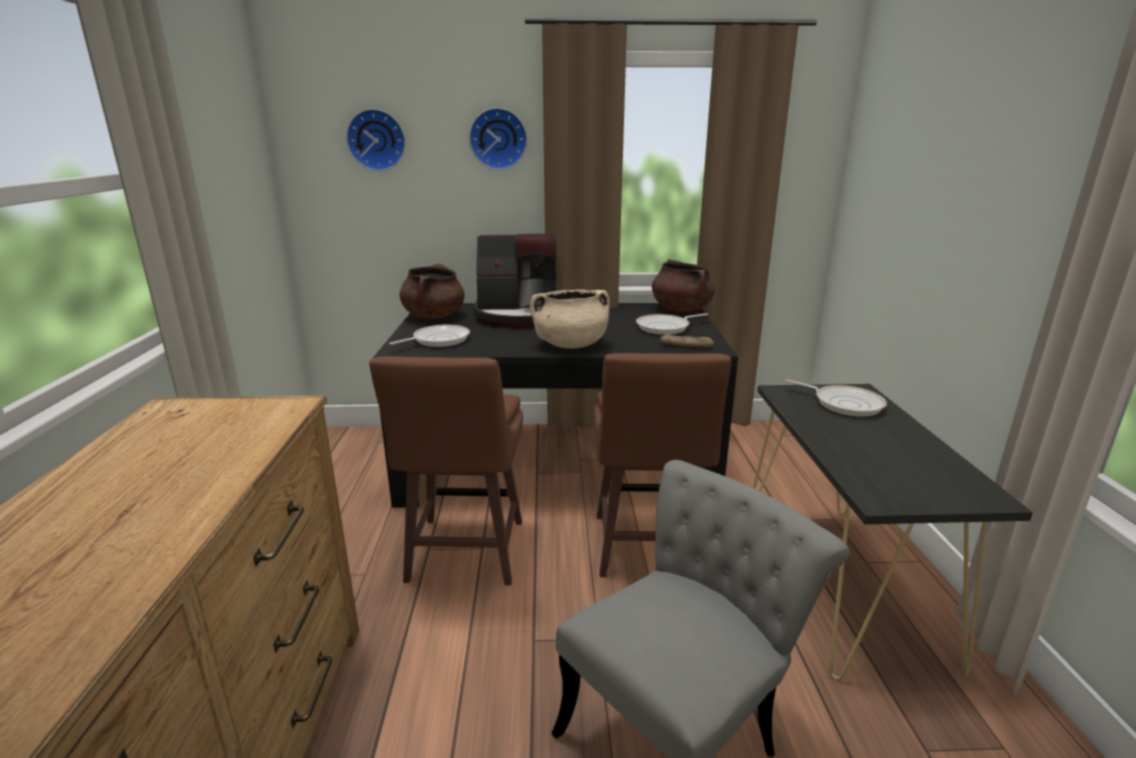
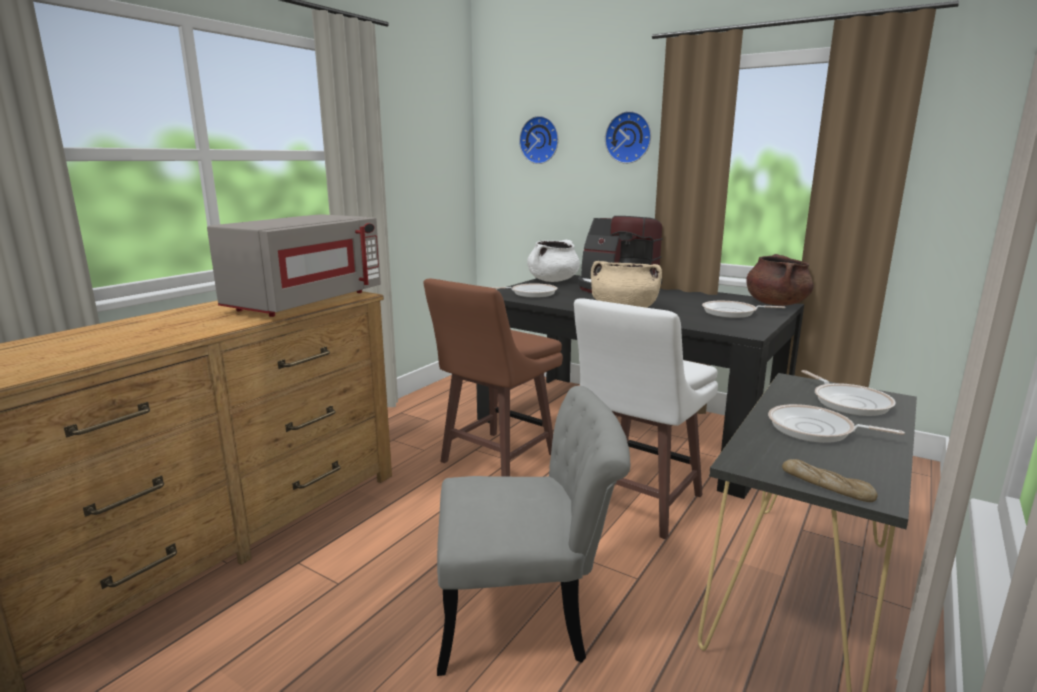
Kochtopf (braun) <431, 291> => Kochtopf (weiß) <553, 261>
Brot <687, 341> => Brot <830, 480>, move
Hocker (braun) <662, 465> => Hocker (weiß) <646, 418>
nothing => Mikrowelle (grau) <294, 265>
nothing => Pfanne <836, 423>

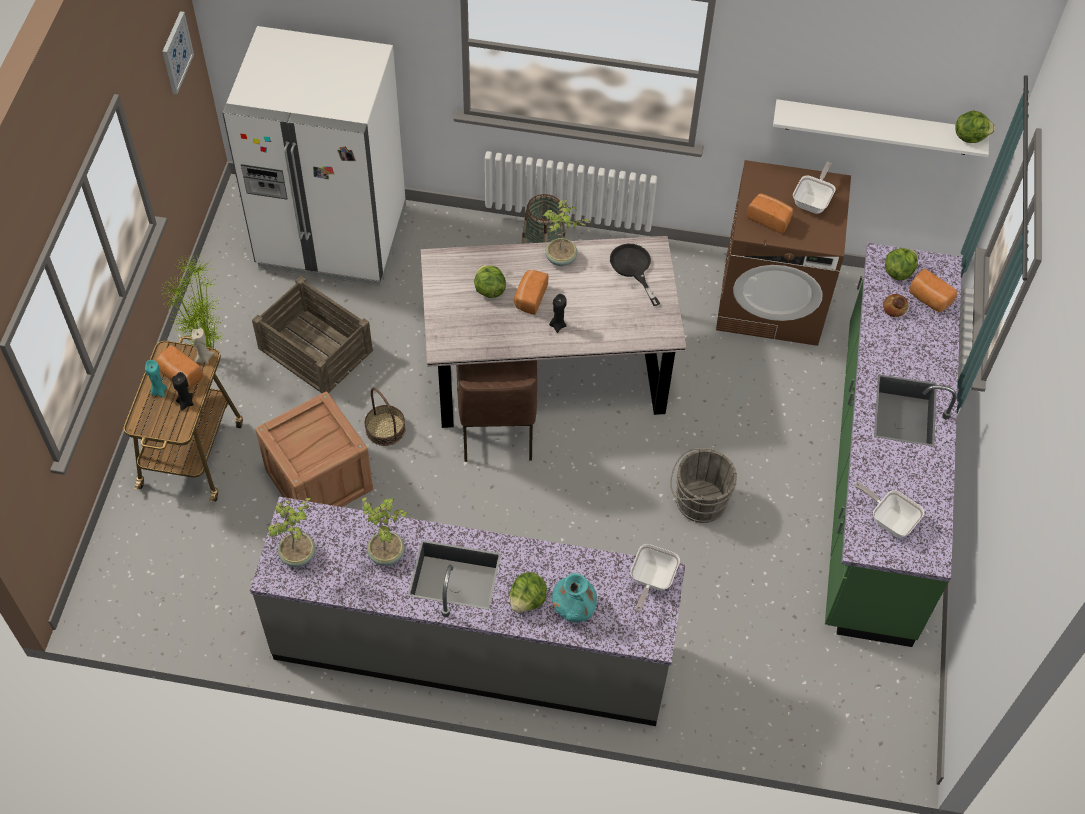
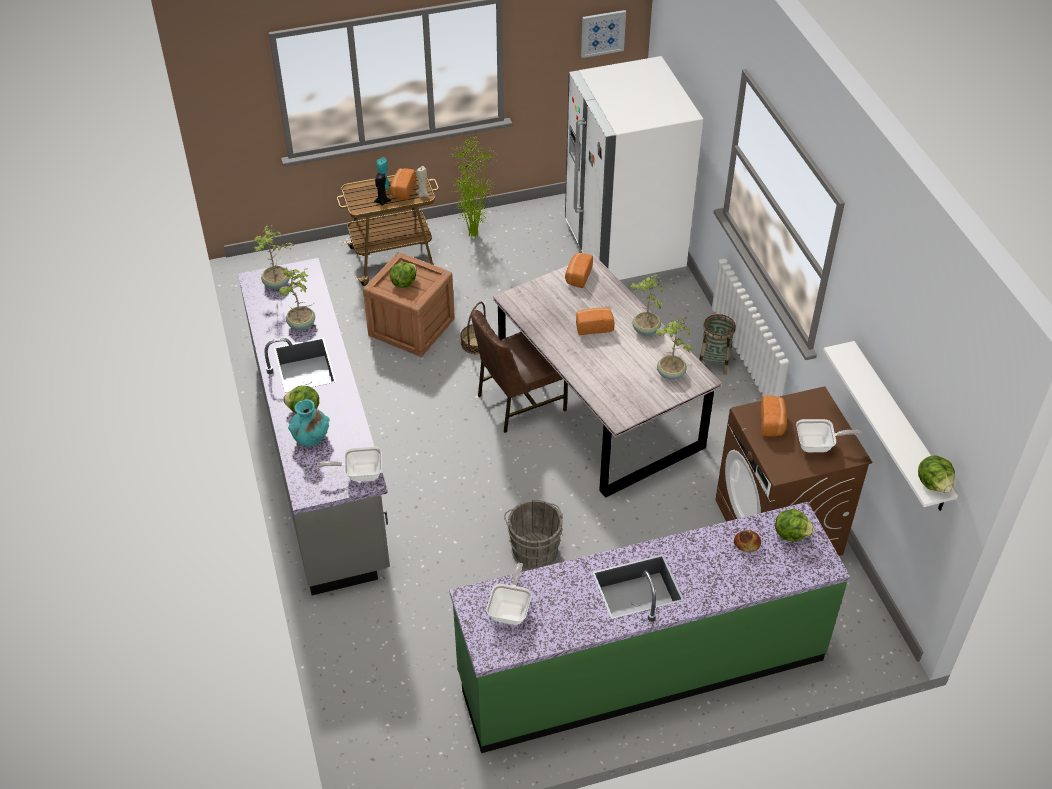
Pfanne (schwarz) <635, 275> => Topfpflanze <673, 348>
Salatkopf <490, 281> => Salatkopf <403, 275>, move
Brot <933, 290> => Brot <579, 270>, move
Kiste <312, 334> => nothing
Kerze (schwarz) <558, 313> => nothing

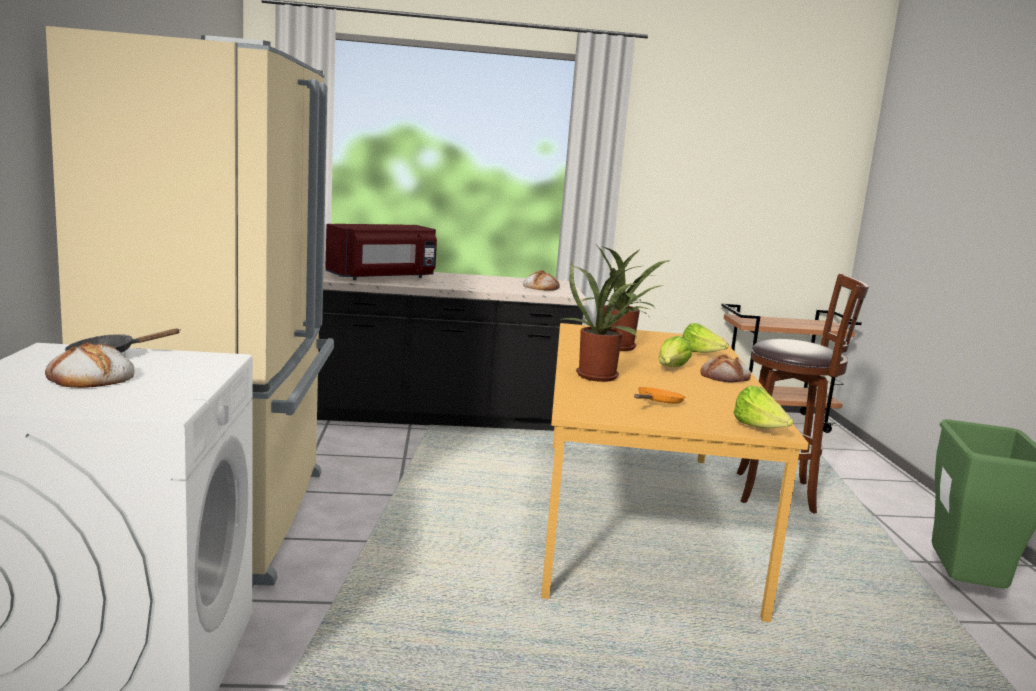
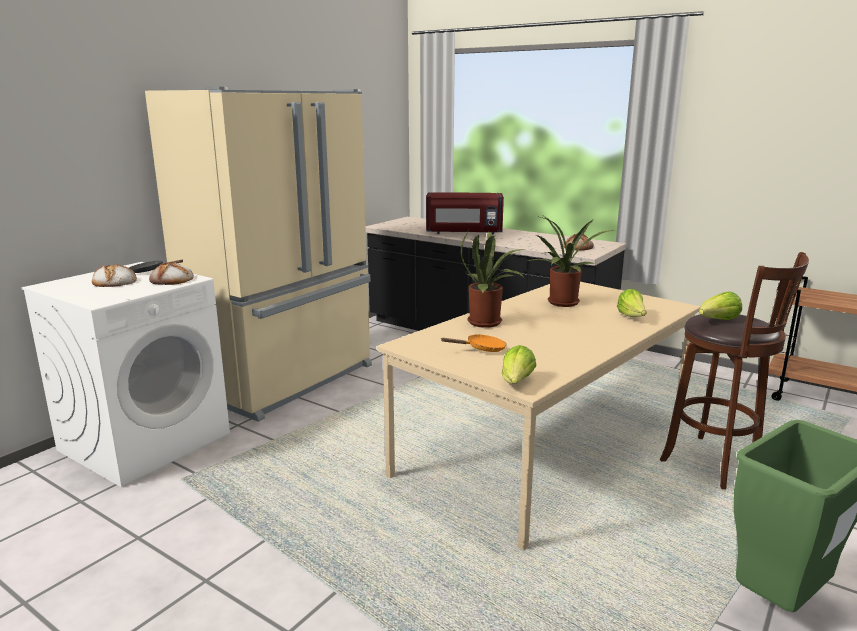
Esstisch (orange) <675, 472> => Esstisch (beige) <539, 416>
Salatkopf <675, 351> => Salatkopf <720, 305>, move
Brot <725, 368> => Brot <171, 273>, move

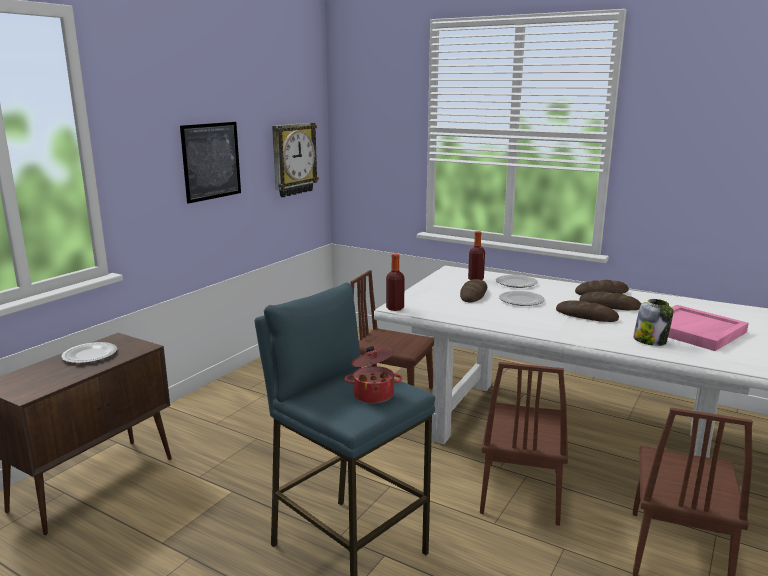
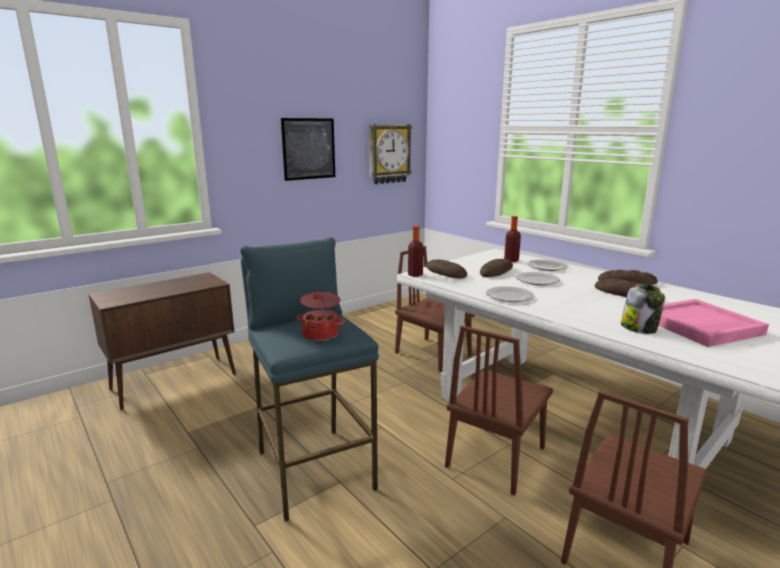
Brot <587, 311> => Brot <446, 269>, move
Teller <89, 352> => Teller <510, 294>, move

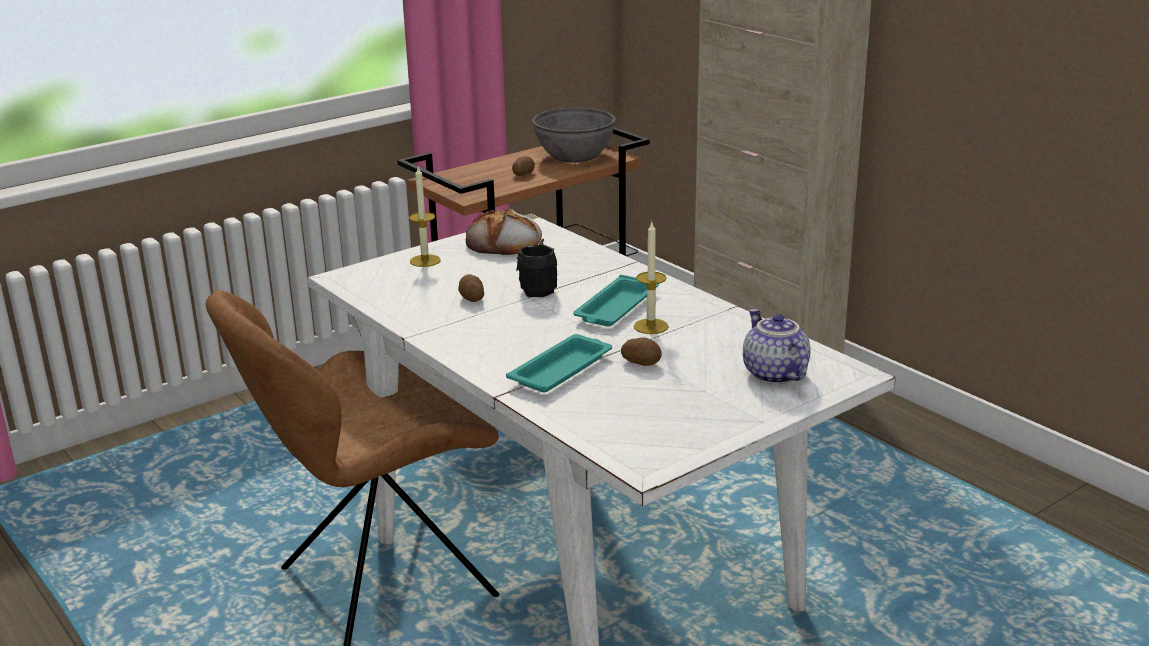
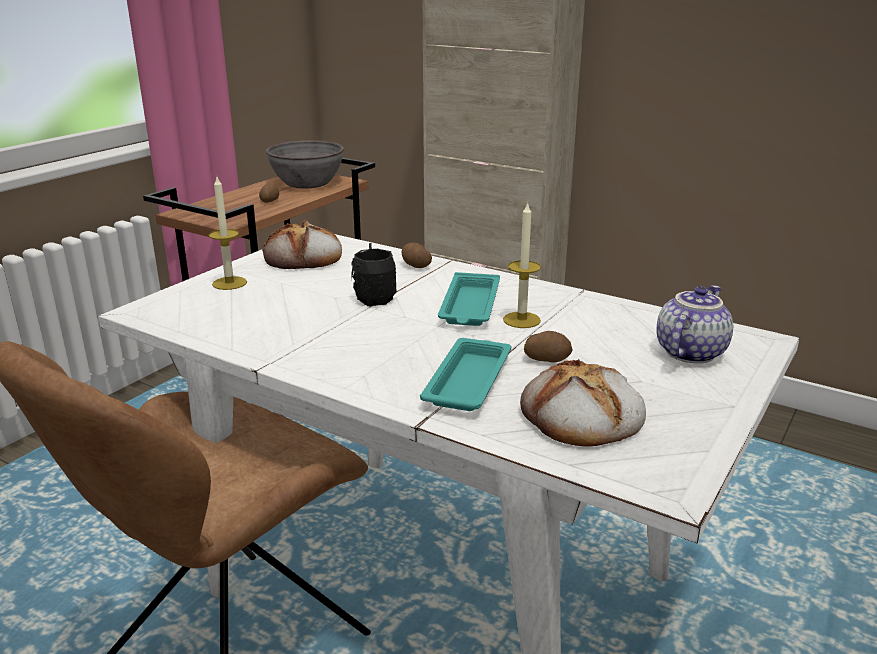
Kartoffel <471, 288> => Kartoffel <417, 255>, move
Teekanne <777, 346> => Teekanne <695, 324>, 75 degrees clockwise
nothing => Brot <583, 403>

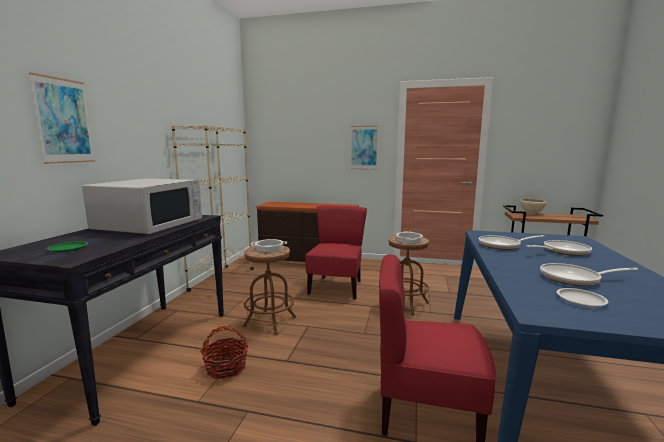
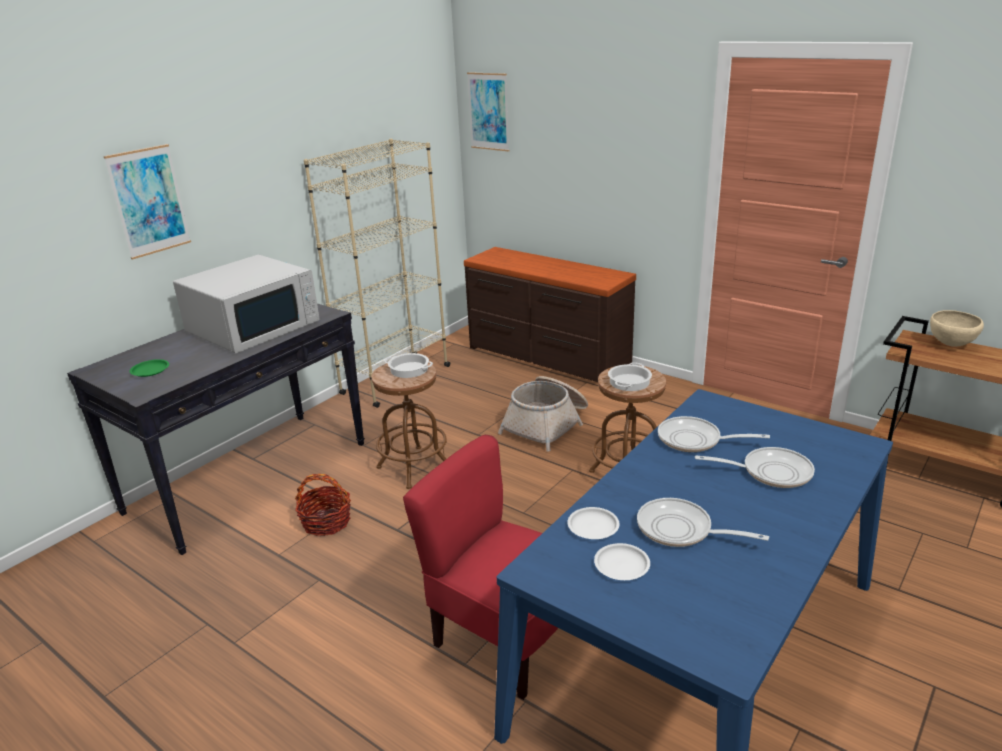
Bild <364, 148> => Bild <488, 111>, move
Stuhl (rot) <336, 253> => Korb <543, 413>
nothing => Teller (weiß) <593, 523>

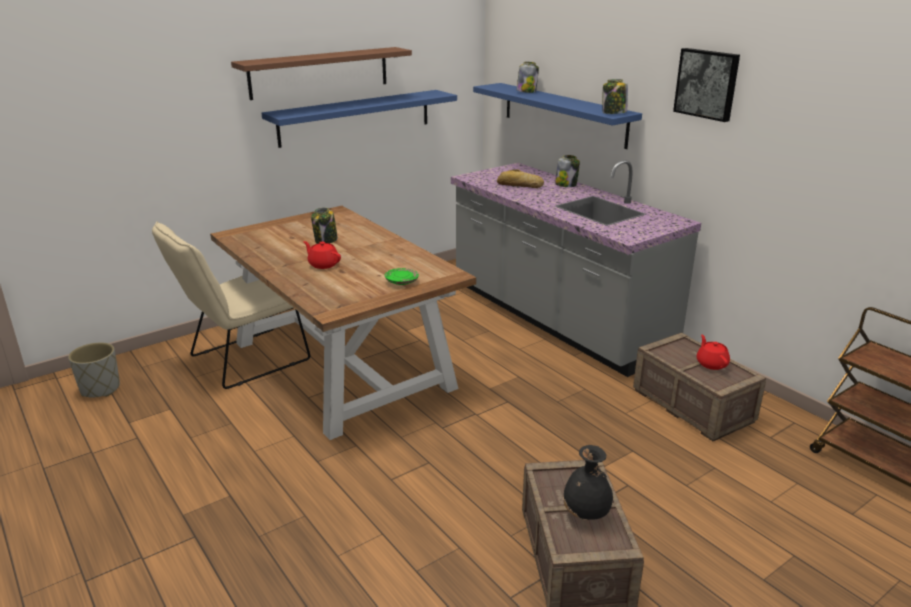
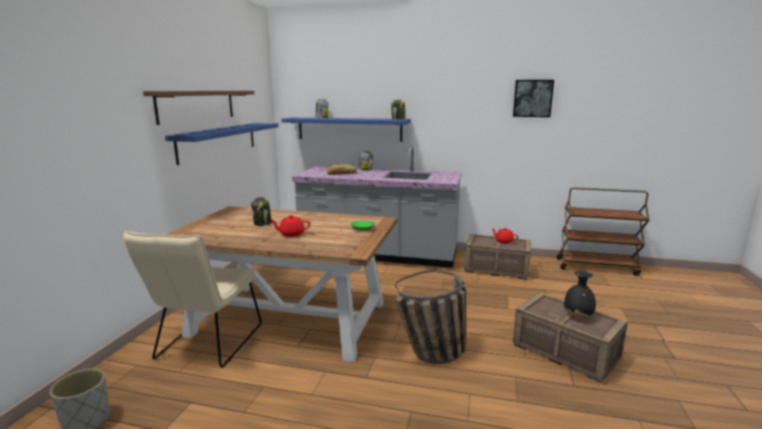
Bild <706, 85> => Bild <533, 98>, move
nothing => Korb <430, 316>

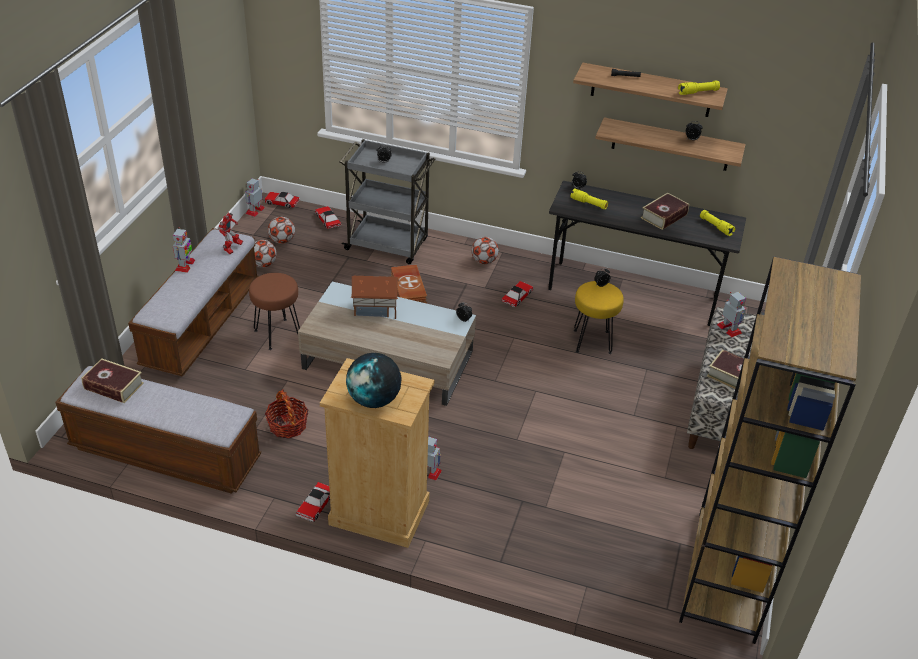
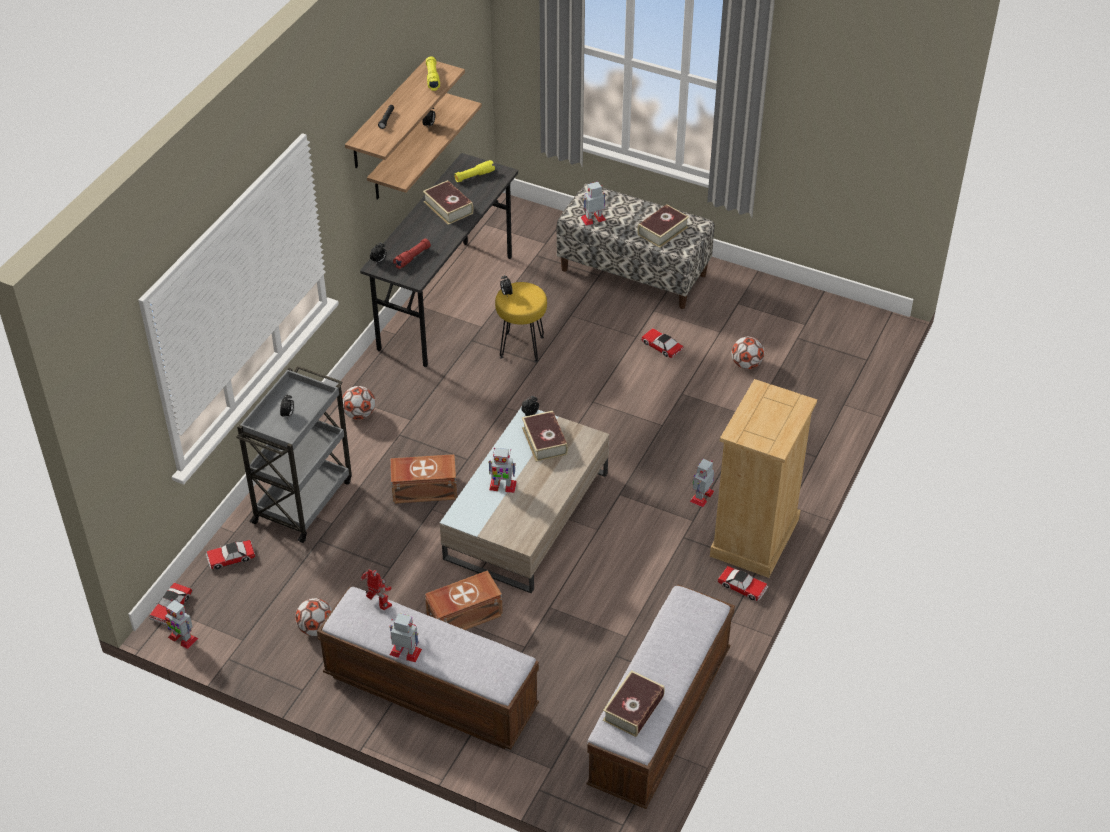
Taschenlampe (gelb) <589, 198> => Taschenlampe (rot) <412, 254>
Fußball <281, 230> => Fußball <748, 353>, move
Bücherregal (braun) <770, 450> => nothing
Hocker (braun) <274, 311> => Aufbewahrungsbox (braun) <464, 600>
Spielzeughaus <375, 297> => Spielzeugroboter <502, 470>
Spielzeugauto <517, 294> => Spielzeugauto <662, 343>, move
Globus <374, 380> => nothing
Korb <286, 414> => nothing
nothing => Buch <545, 436>

